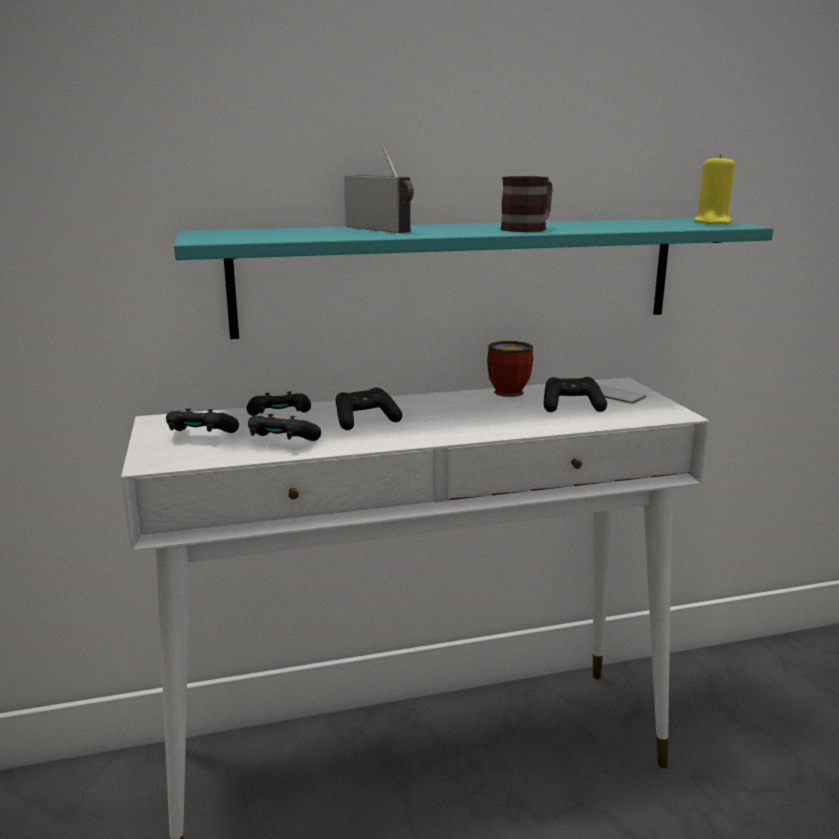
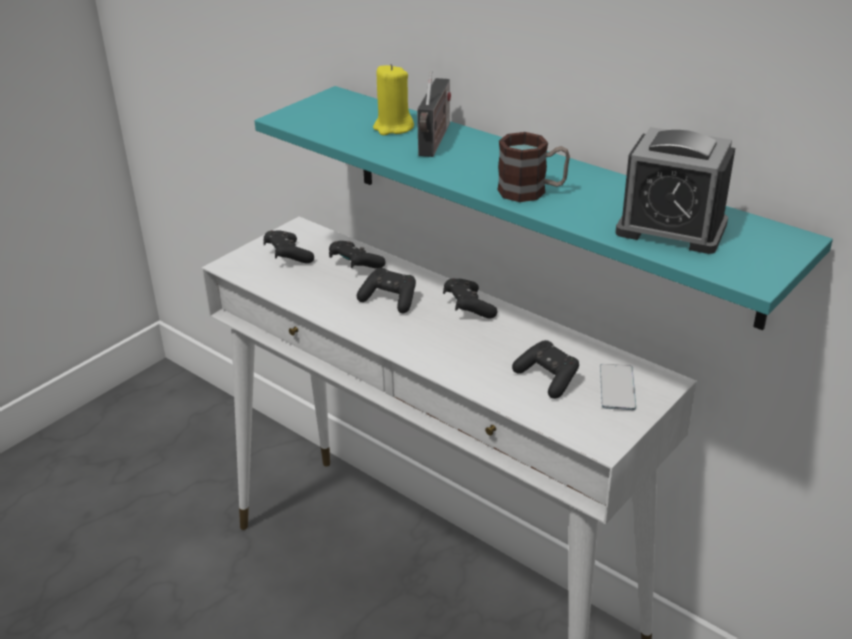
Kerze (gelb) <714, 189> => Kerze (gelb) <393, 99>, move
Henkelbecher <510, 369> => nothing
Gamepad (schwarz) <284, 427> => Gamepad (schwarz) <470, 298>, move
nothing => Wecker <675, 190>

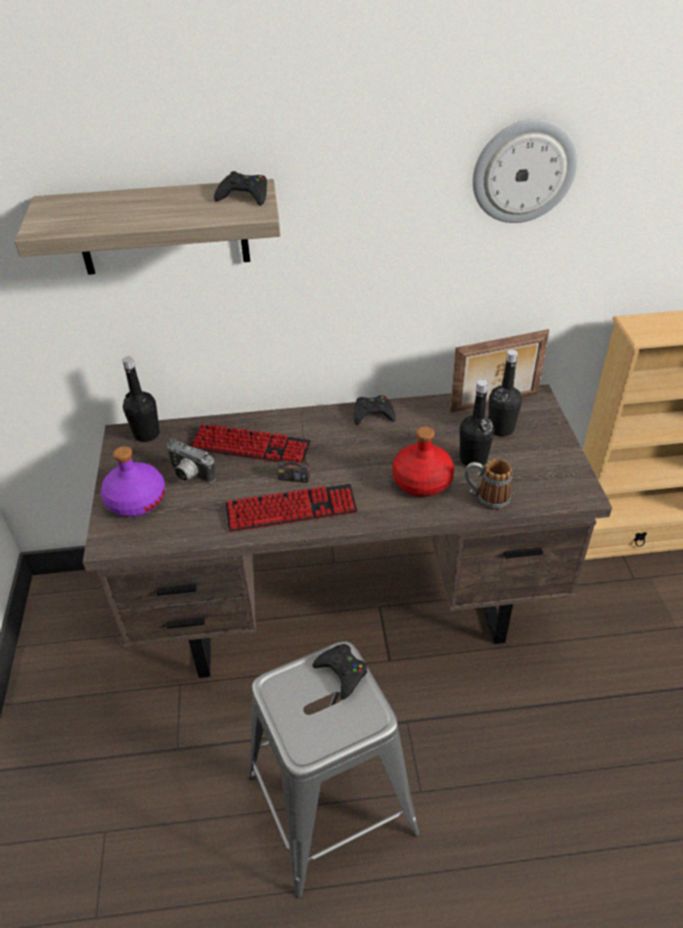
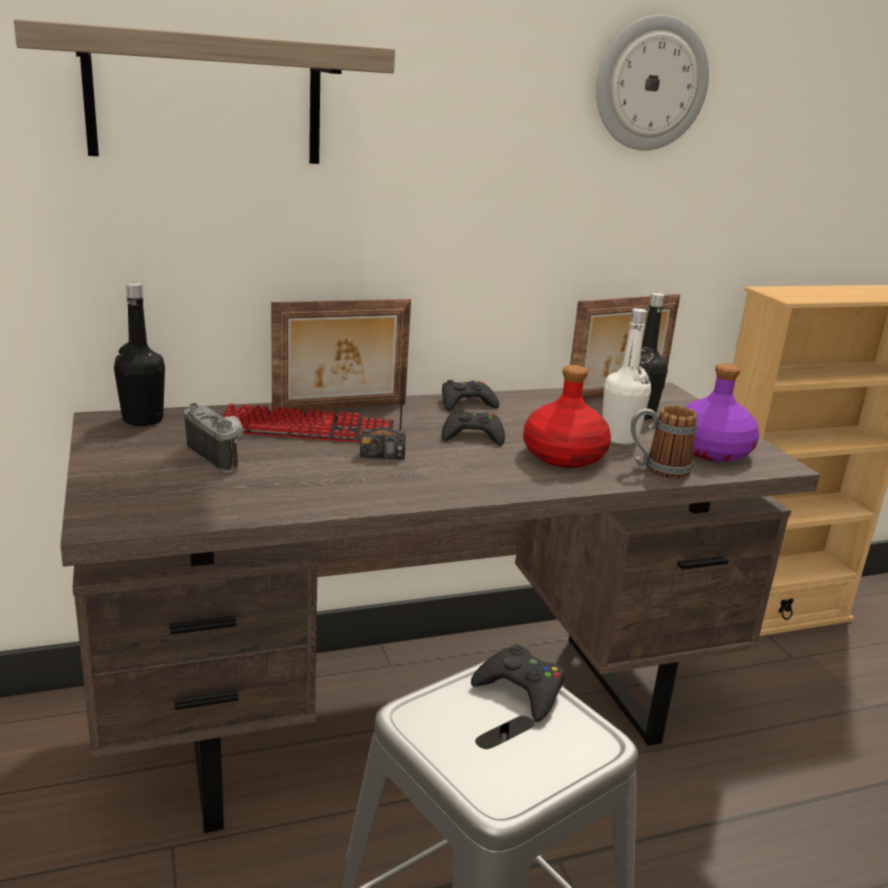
Gamepad (schwarz) <240, 188> => Gamepad (schwarz) <473, 427>, move
Flasche (schwarz) <477, 424> => Flasche (weiß) <626, 376>
Kamera <191, 460> => Kamera <213, 438>, 150 degrees counterclockwise
Flasche (lila) <133, 481> => Flasche (lila) <722, 412>, move
Tastatur <291, 508> => nothing
nothing => Bilderrahmen <341, 355>

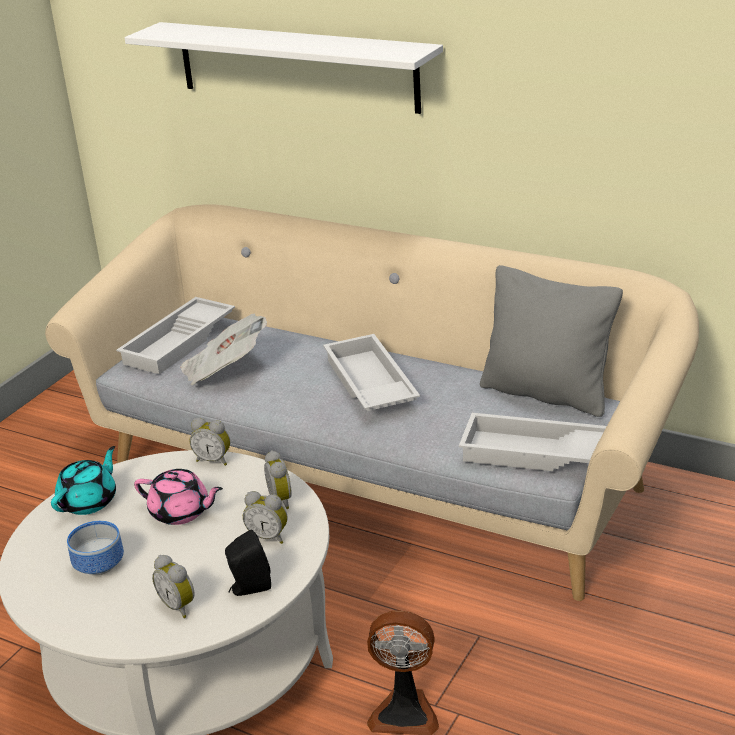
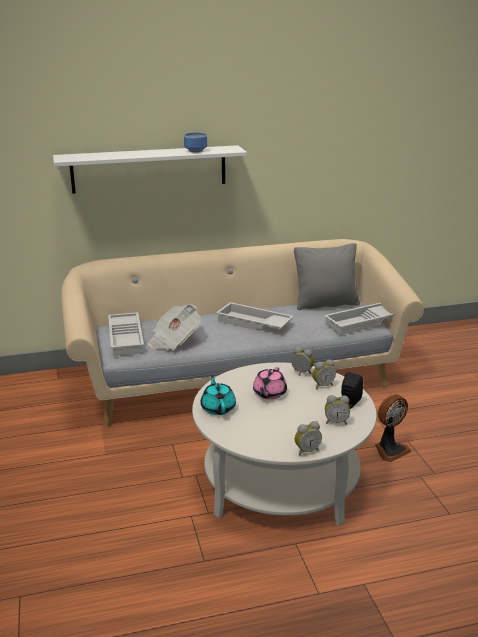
Wecker <210, 442> => Wecker <308, 438>, move
Teekanne (rosa) <178, 497> => Teekanne (rosa) <270, 383>, 135 degrees clockwise
Schüssel <95, 548> => Schüssel <195, 143>, move

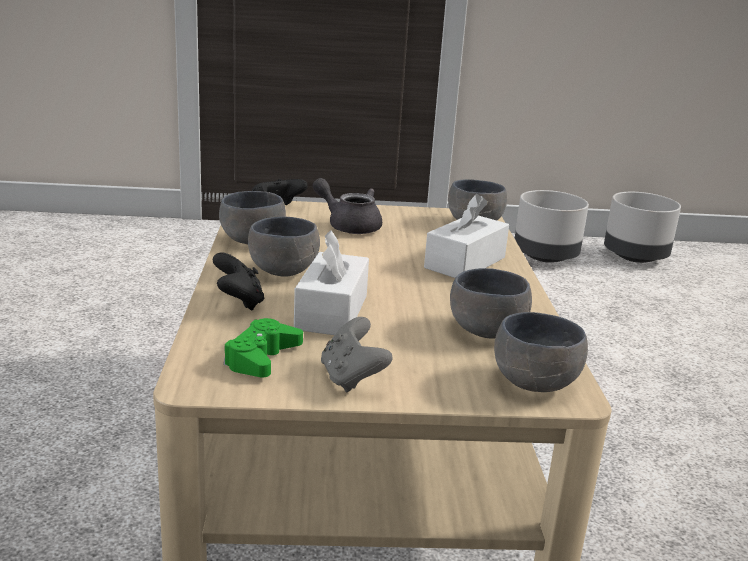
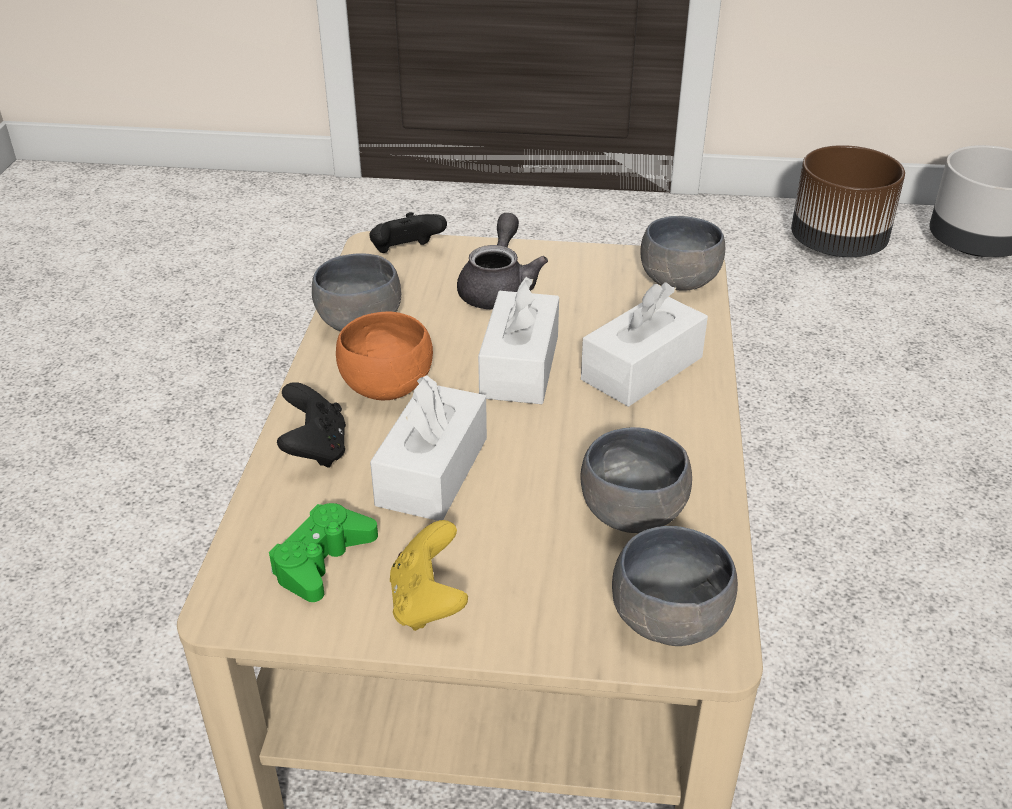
Teekanne (grau) <347, 206> => Teekanne (grau) <502, 261>, 60 degrees clockwise
Pflanzkübel (grau) <551, 226> => Pflanzkübel (braun) <848, 201>
Schüssel (grau) <284, 246> => Schüssel (orange) <384, 355>
Gamepad (grau) <356, 354> => Gamepad (gelb) <429, 575>
nothing => Taschentuchbox (weiß) <518, 340>

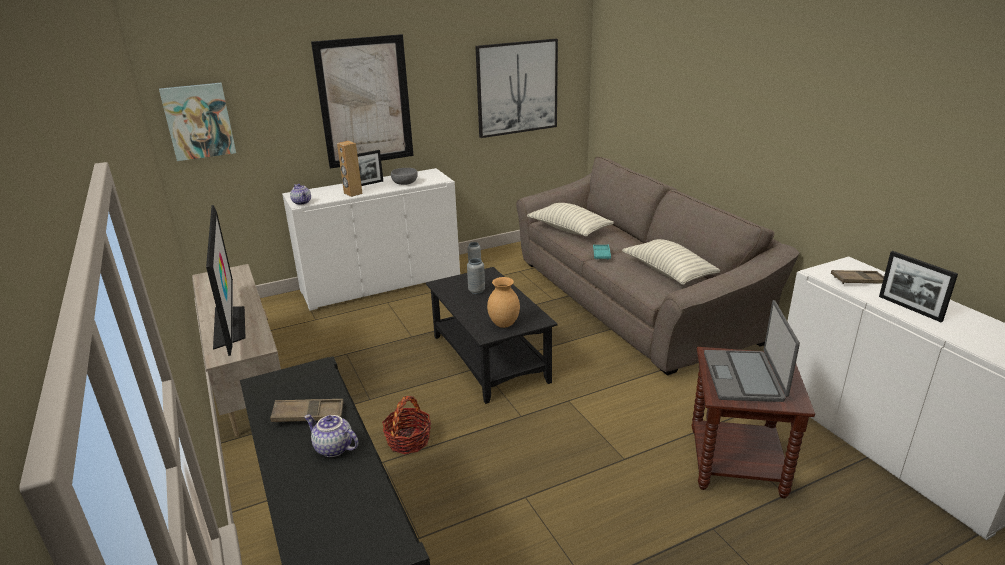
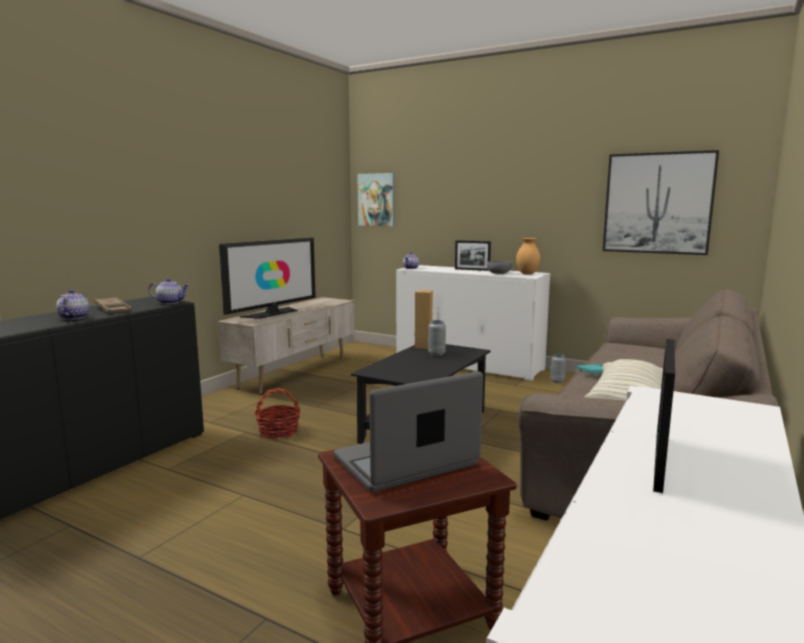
Bild <362, 101> => nothing
Lautsprecher (braun) <350, 169> => Lautsprecher (braun) <424, 319>, move
Kissen <570, 220> => nothing
Tablett (braun) <857, 277> => nothing
Vase (braun) <503, 302> => Vase (braun) <528, 256>, move
nothing => Teekanne <169, 291>

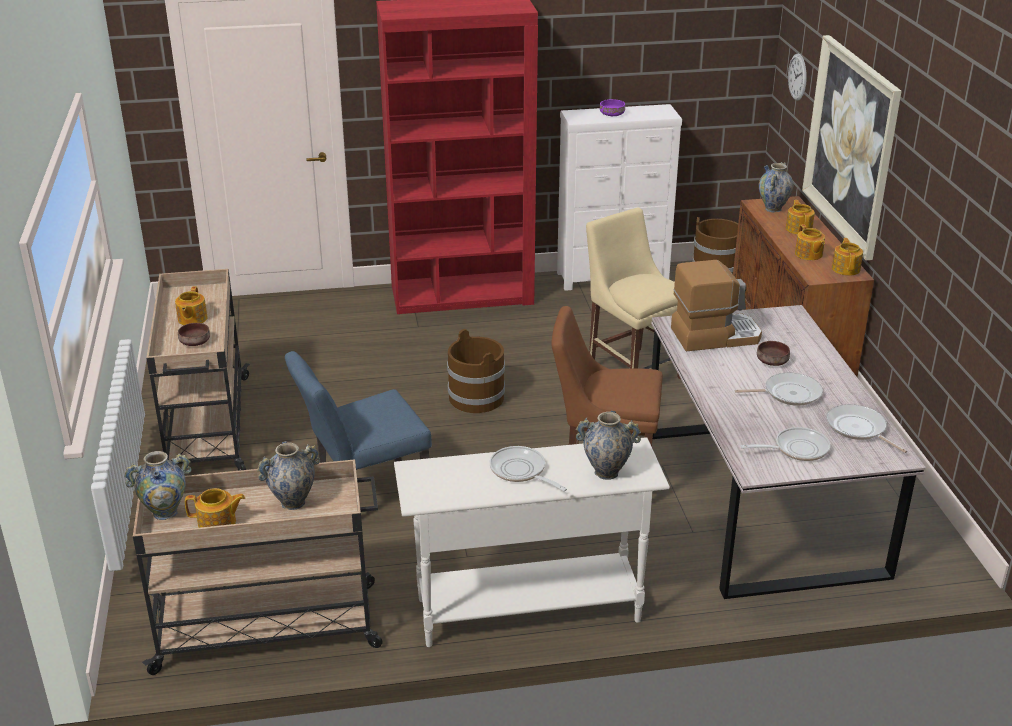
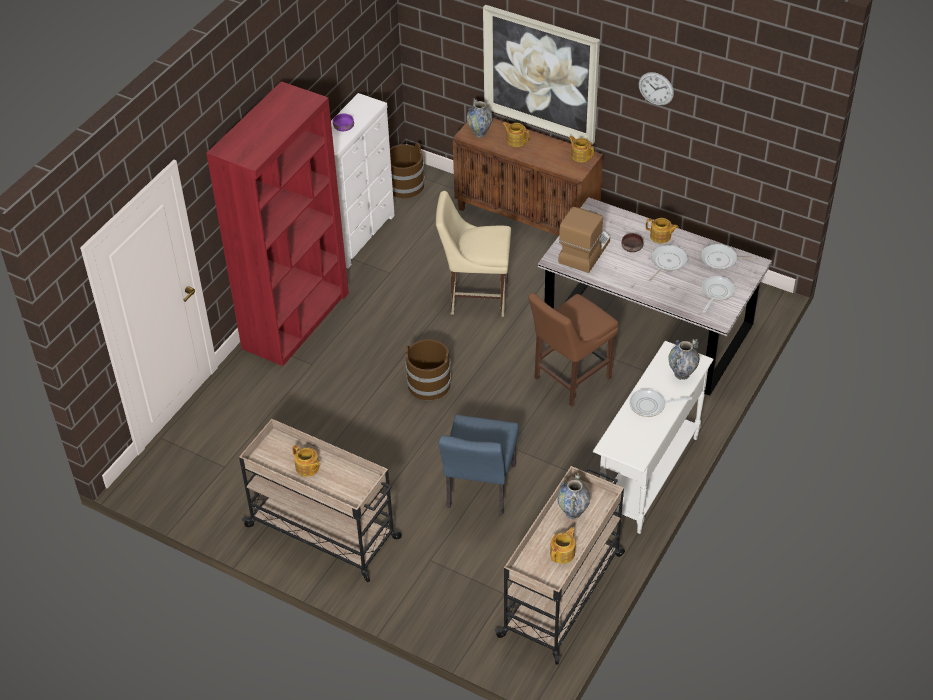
Wanduhr <797, 77> => Wanduhr <656, 88>, move
Teekanne <810, 242> => Teekanne <662, 230>, move
Schüssel (braun) <194, 334> => nothing
Vase <158, 485> => nothing

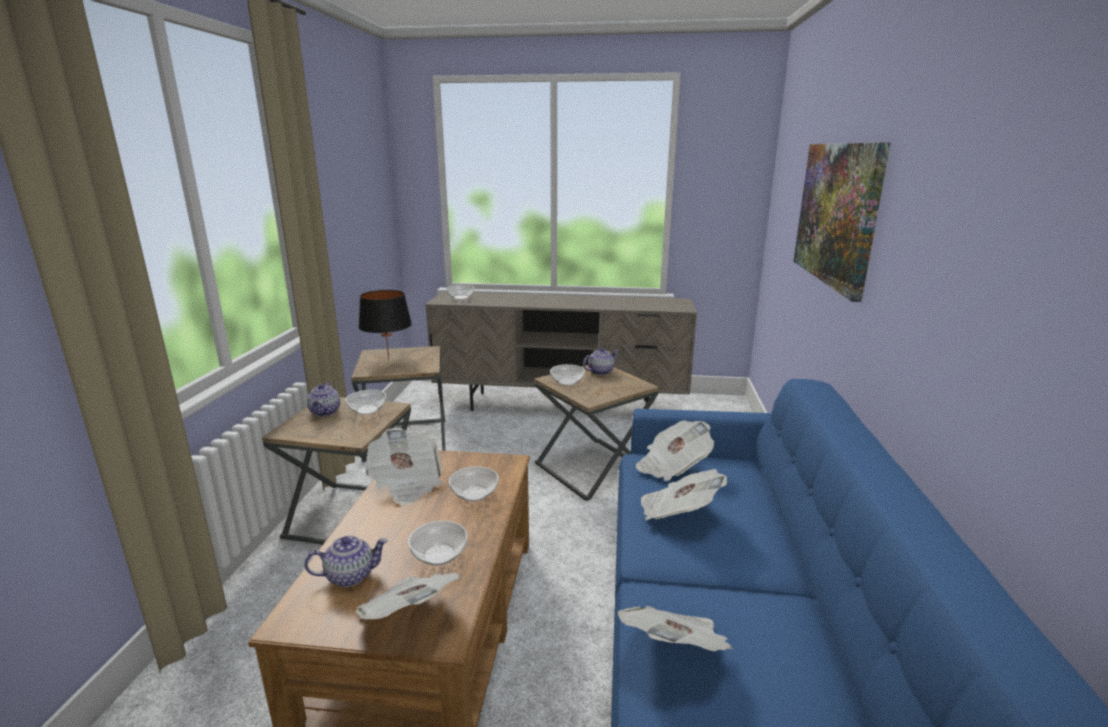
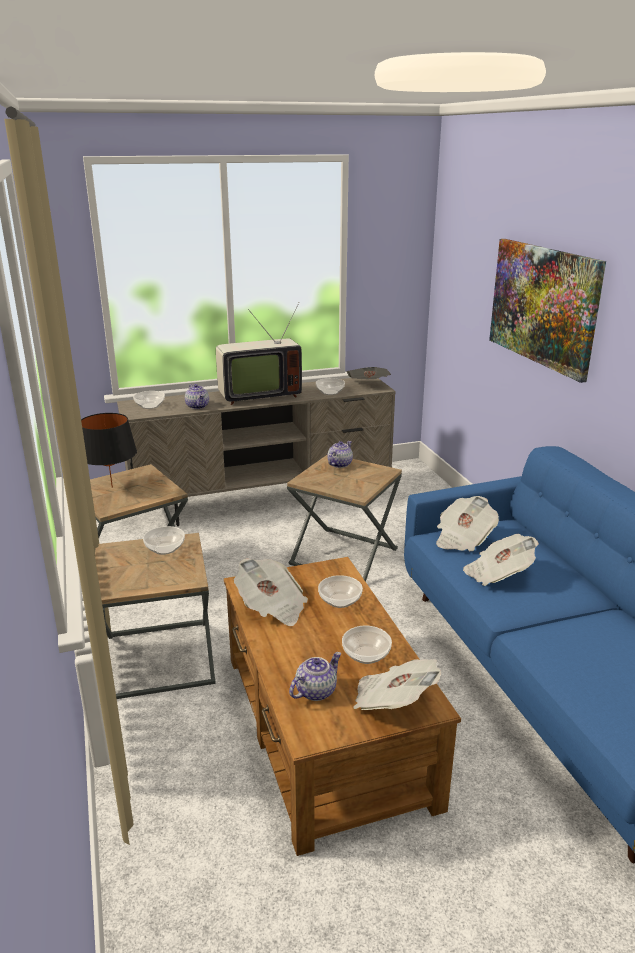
Schüssel <567, 375> => Schüssel <330, 386>, move
Teekanne <323, 399> => Teekanne <197, 396>, move
Zeitung <675, 628> => Zeitung <368, 373>, move
nothing => Fernseher <259, 354>

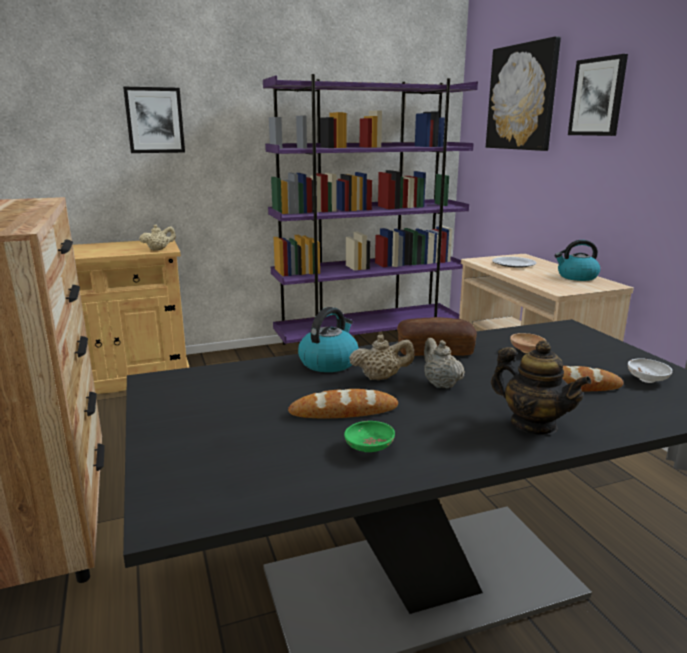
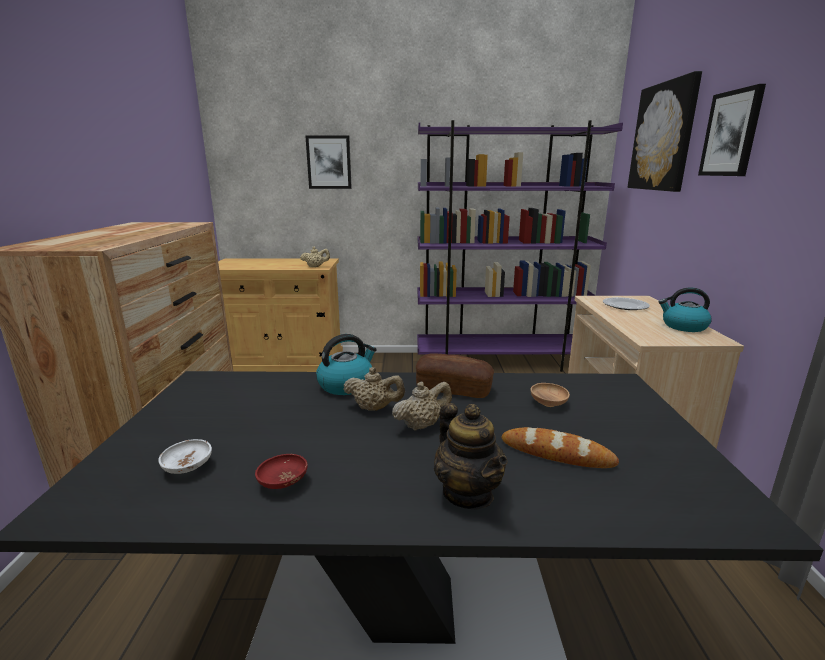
Teekanne (beige) <444, 363> => Teekanne (beige) <422, 406>, 60 degrees clockwise
Schüssel (weiß) <650, 370> => Schüssel (weiß) <185, 456>, move
Brot <343, 403> => nothing
Schüssel (grün) <369, 436> => Schüssel (rot) <281, 471>

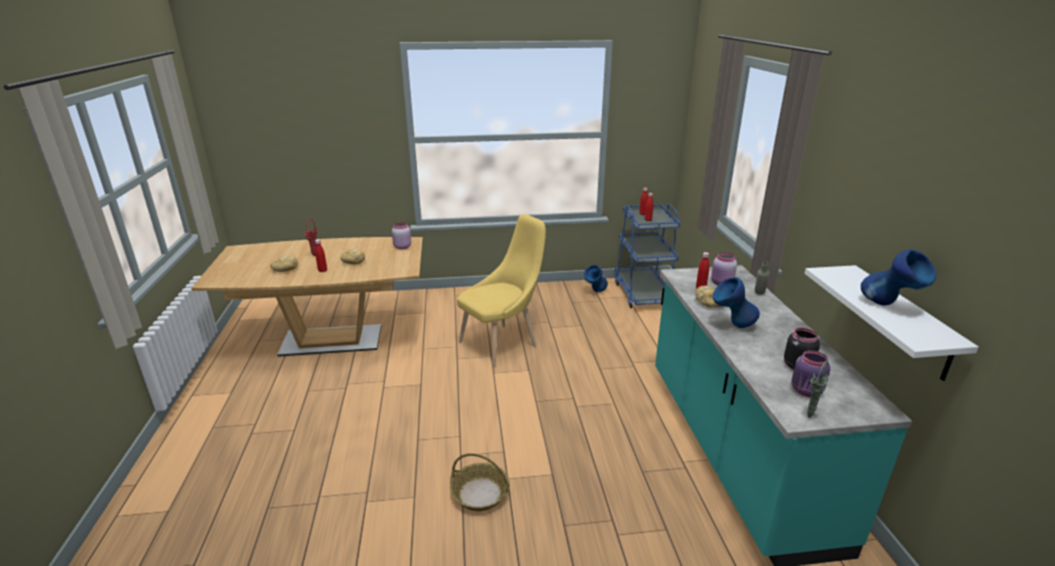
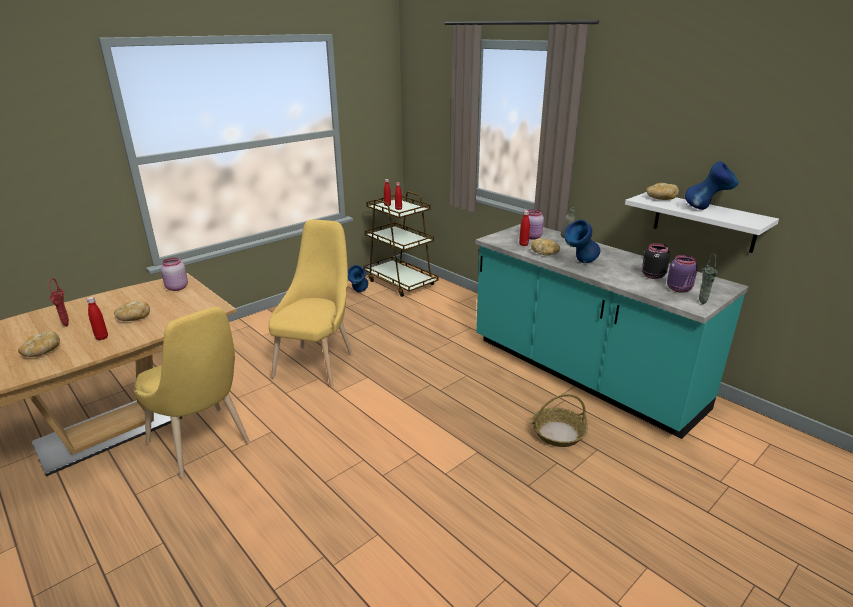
Rollwagen (blau) <647, 256> => Rollwagen (braun) <400, 244>
Korb <480, 482> => Korb <559, 420>, move
nothing => Brot <662, 191>
nothing => Stuhl (gelb) <192, 392>

